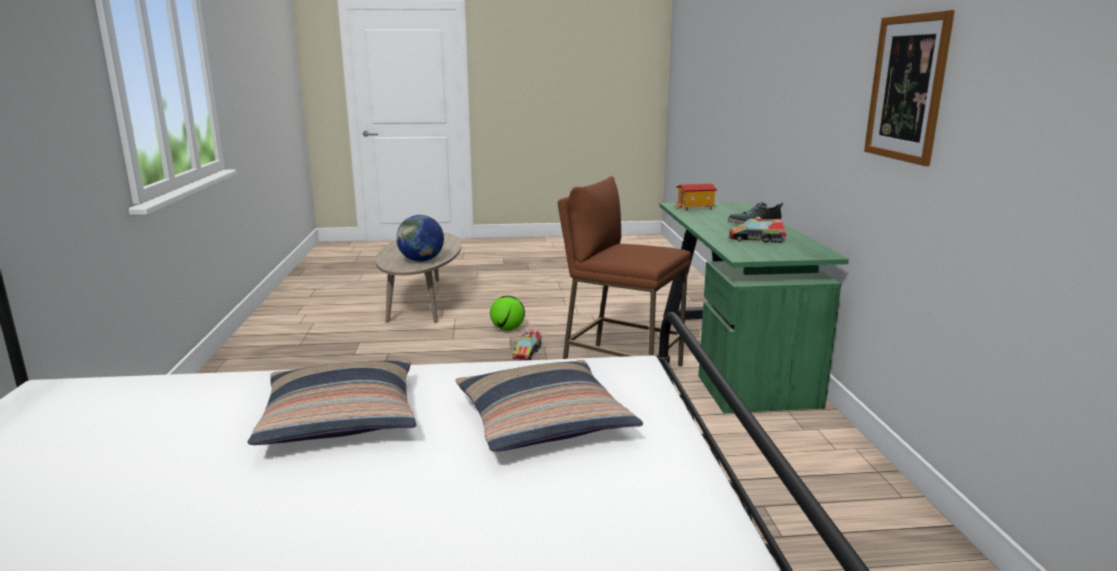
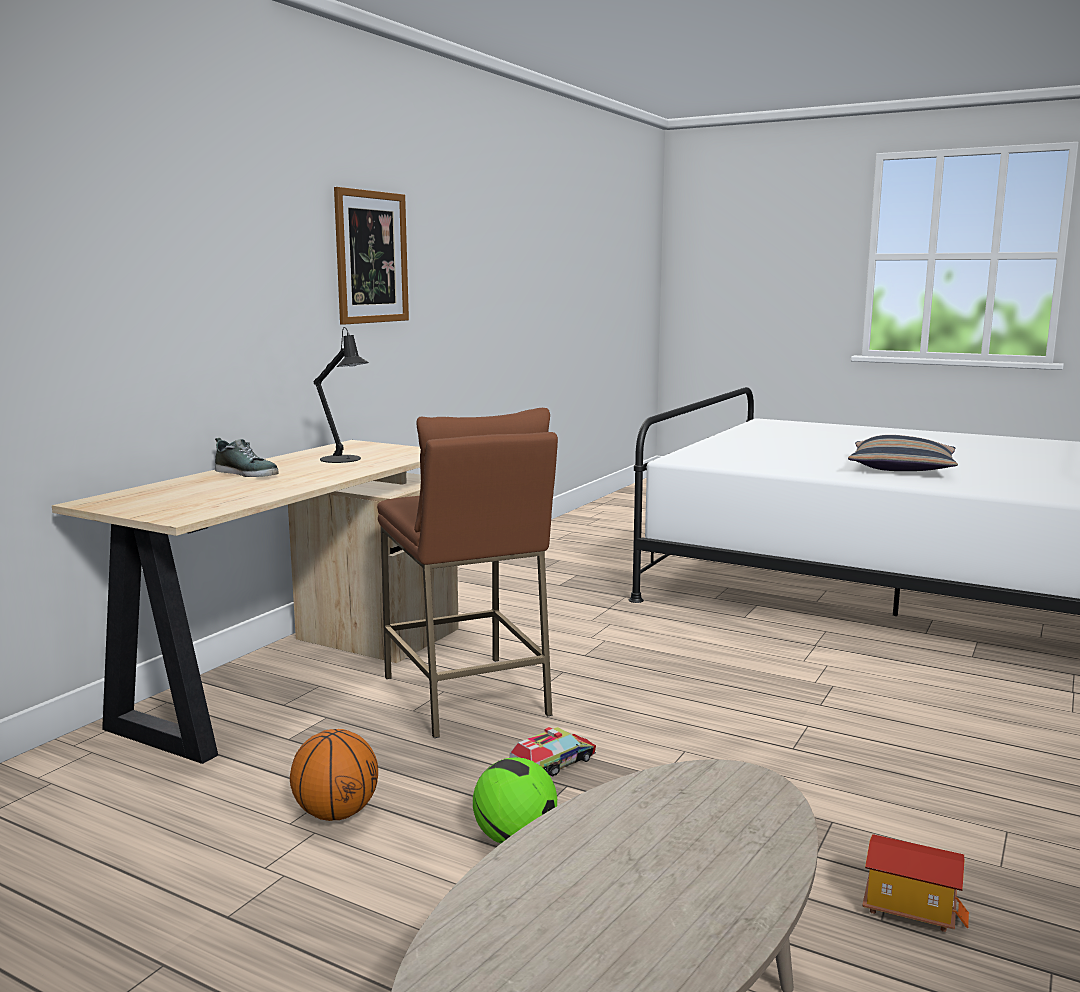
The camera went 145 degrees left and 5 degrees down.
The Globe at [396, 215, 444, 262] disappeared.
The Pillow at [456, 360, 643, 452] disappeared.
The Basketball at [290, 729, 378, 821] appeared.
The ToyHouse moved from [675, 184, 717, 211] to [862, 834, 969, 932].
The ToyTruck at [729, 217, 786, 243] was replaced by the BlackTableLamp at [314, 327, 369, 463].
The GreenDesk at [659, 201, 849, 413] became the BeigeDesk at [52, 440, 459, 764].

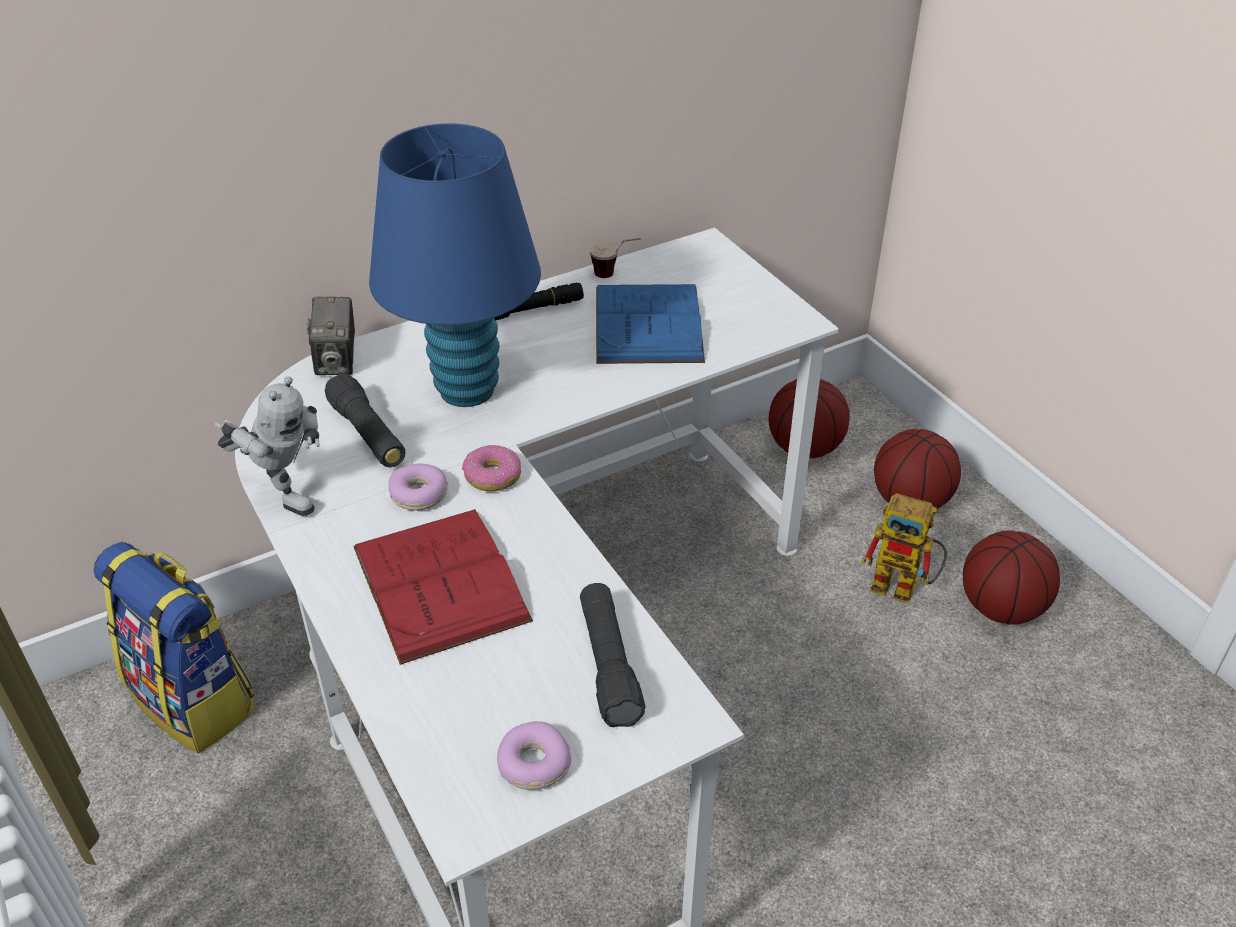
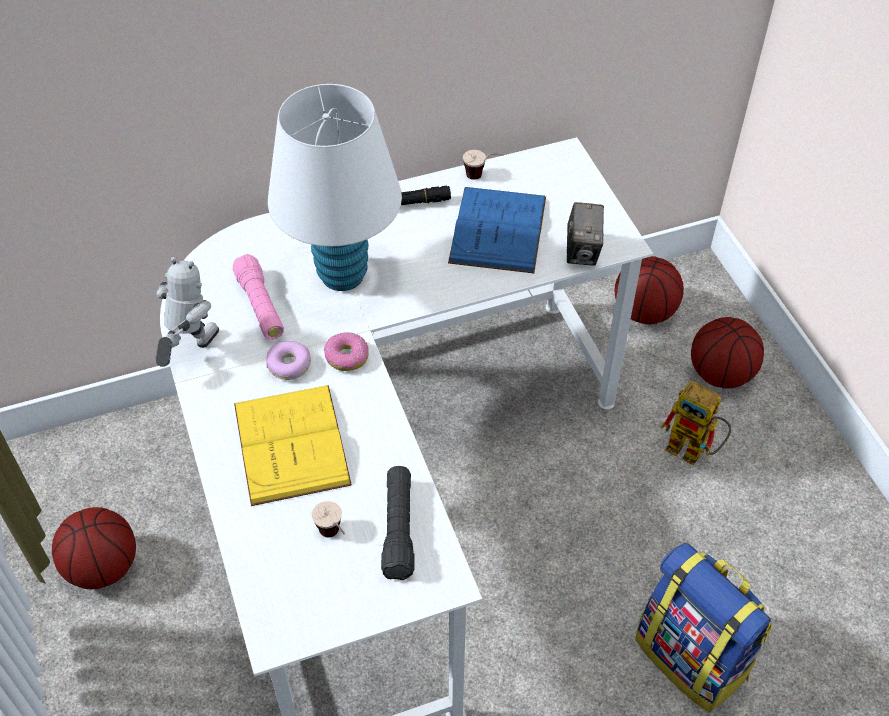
The camera went 10 degrees right and 10 degrees up.
The Donut at [497, 721, 571, 790] disappeared.
The Cup at [312, 501, 345, 537] appeared.
The Backpack moved from [94, 542, 254, 753] to [635, 543, 772, 712].
The PhotoCamera moved from [307, 297, 355, 375] to [567, 202, 604, 266].
The Basketball moved from [963, 530, 1060, 624] to [52, 507, 136, 589].
The BlackFlashlight at [325, 373, 405, 467] became the PinkFlashlight at [233, 254, 284, 340].
The RedBook at [353, 509, 533, 665] became the YellowBook at [234, 385, 352, 506].
The BlueTableLamp at [369, 123, 541, 407] became the WhiteTableLamp at [268, 84, 402, 291].
The ToyRobot at [215, 377, 320, 516] turned 105 degrees counterclockwise.

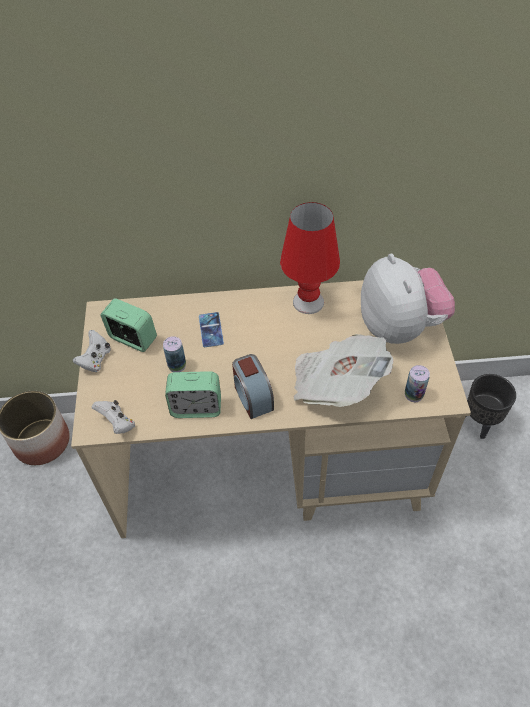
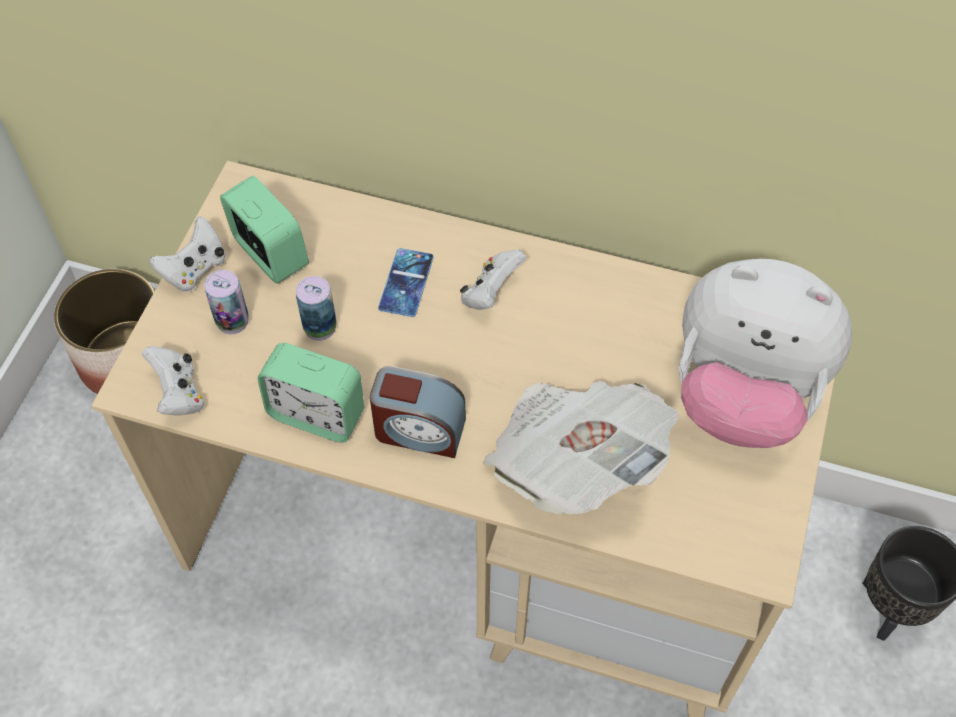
The camera went 20 degrees right and 5 degrees up.
The RedTableLamp at [280, 202, 340, 314] disappeared.
The WhiteGameController at [460, 250, 526, 310] appeared.
The Can moved from [405, 365, 430, 402] to [204, 270, 249, 334].
The AlarmClock at [232, 354, 274, 419] turned 75 degrees counterclockwise.
The PlushToy at [361, 254, 455, 344] turned 105 degrees clockwise.

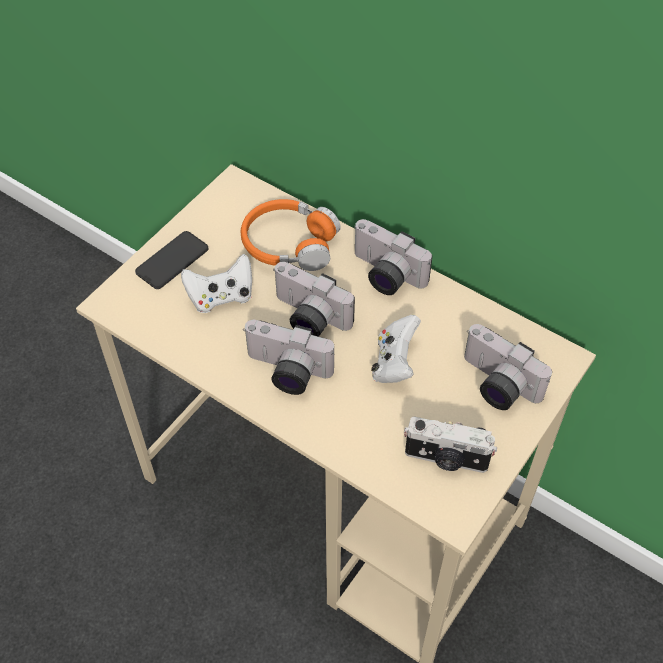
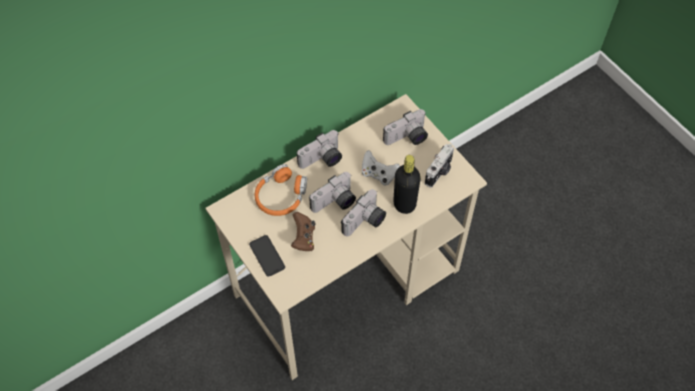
The camera went 70 degrees left and 5 degrees up.
The BlackBottle at [393, 155, 421, 214] appeared.
The WhiteGameController at [181, 254, 252, 313] became the BrownGameController at [291, 212, 315, 251].

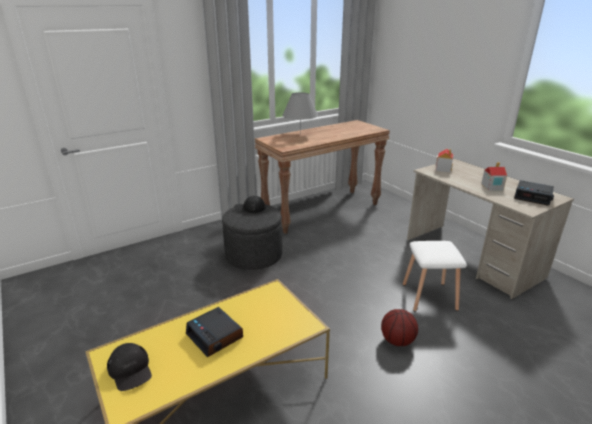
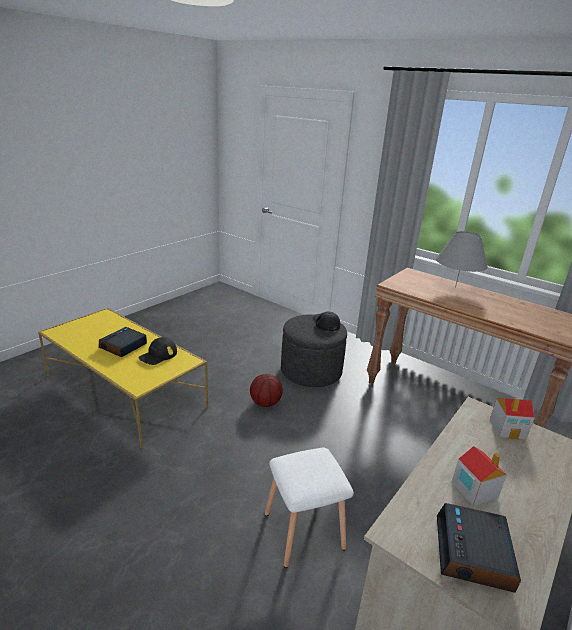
The camera went 70 degrees right and 0 degrees up.
The BlackCap moved from [107, 343, 152, 391] to [138, 337, 177, 365].
The Basketball moved from [381, 309, 418, 346] to [250, 374, 283, 407].

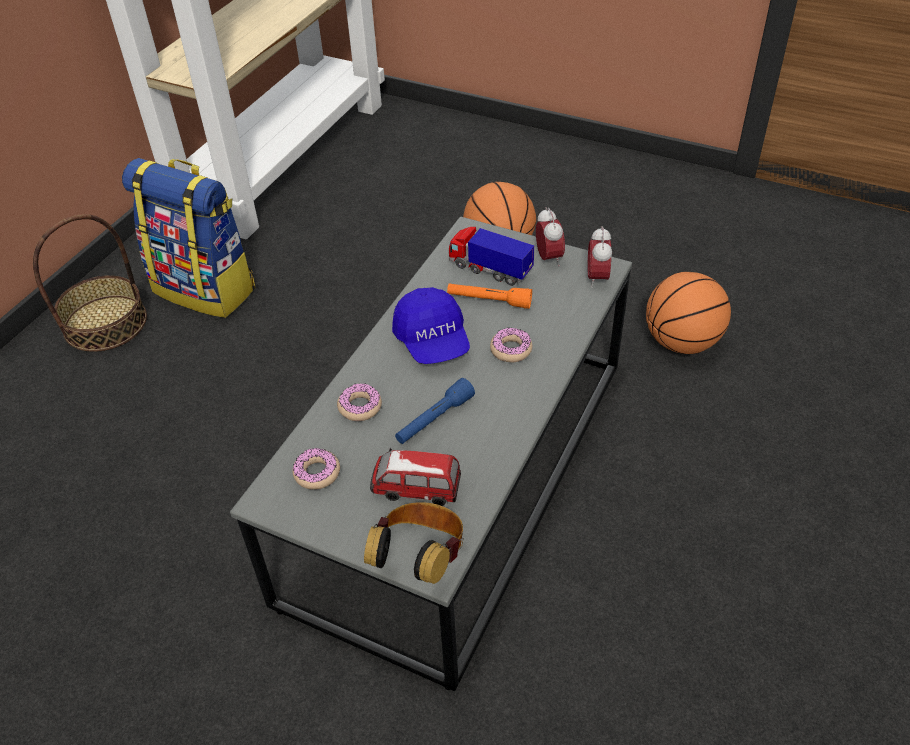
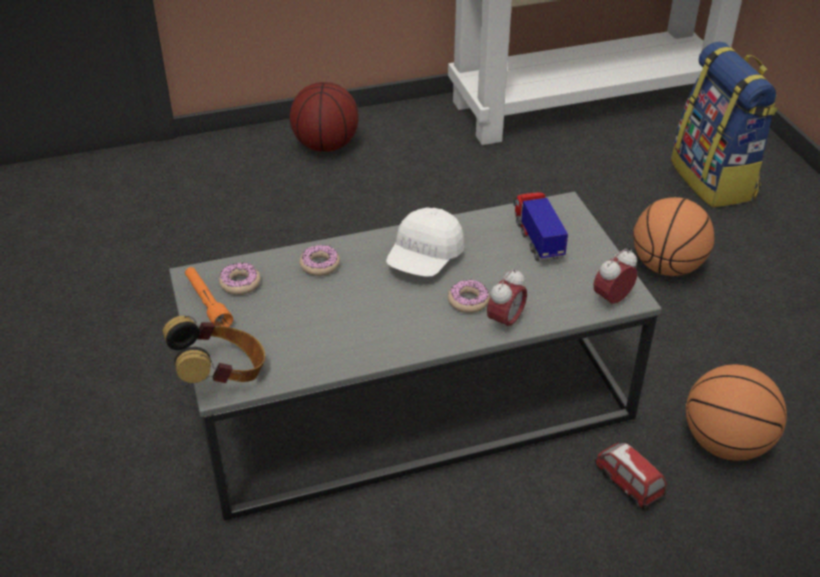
The camera went 45 degrees right and 5 degrees down.
The BlueFlashlight at [395, 378, 475, 444] disappeared.
The Backpack moved from [122, 158, 256, 318] to [671, 42, 778, 208].
The ToyCar moved from [370, 448, 461, 506] to [595, 442, 667, 509].
The OrangeFlashlight moved from [447, 283, 532, 309] to [185, 267, 233, 327].
The AlarmClock moved from [536, 207, 565, 266] to [487, 268, 527, 334].
The Basket at [33, 214, 147, 352] was replaced by the Basketball at [290, 82, 359, 152].
The BlueCap at [392, 287, 470, 364] became the WhiteCap at [386, 207, 465, 277].

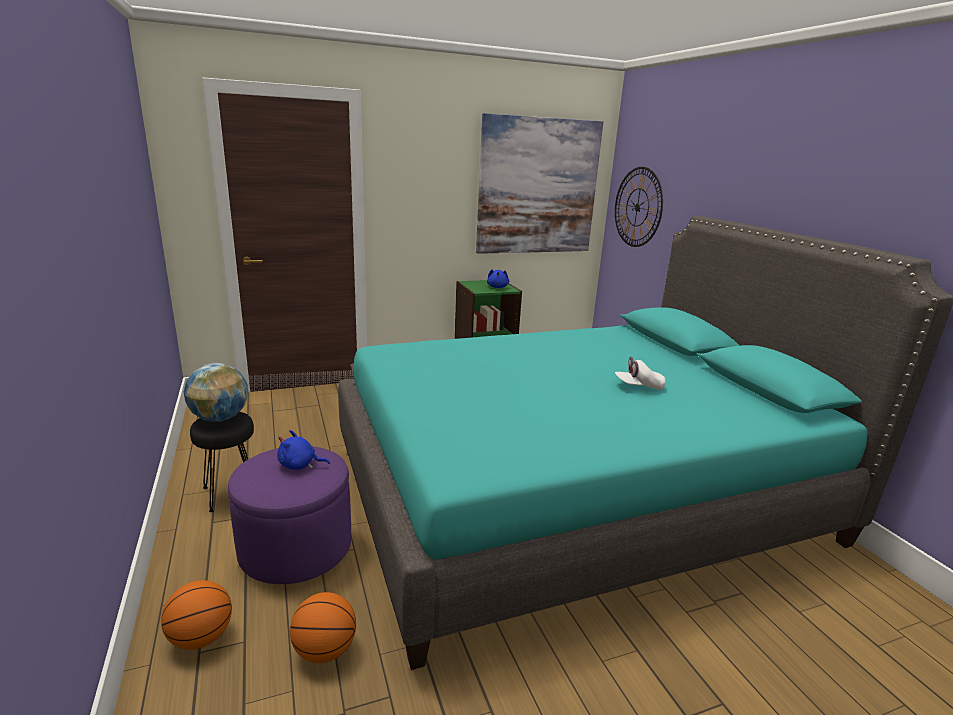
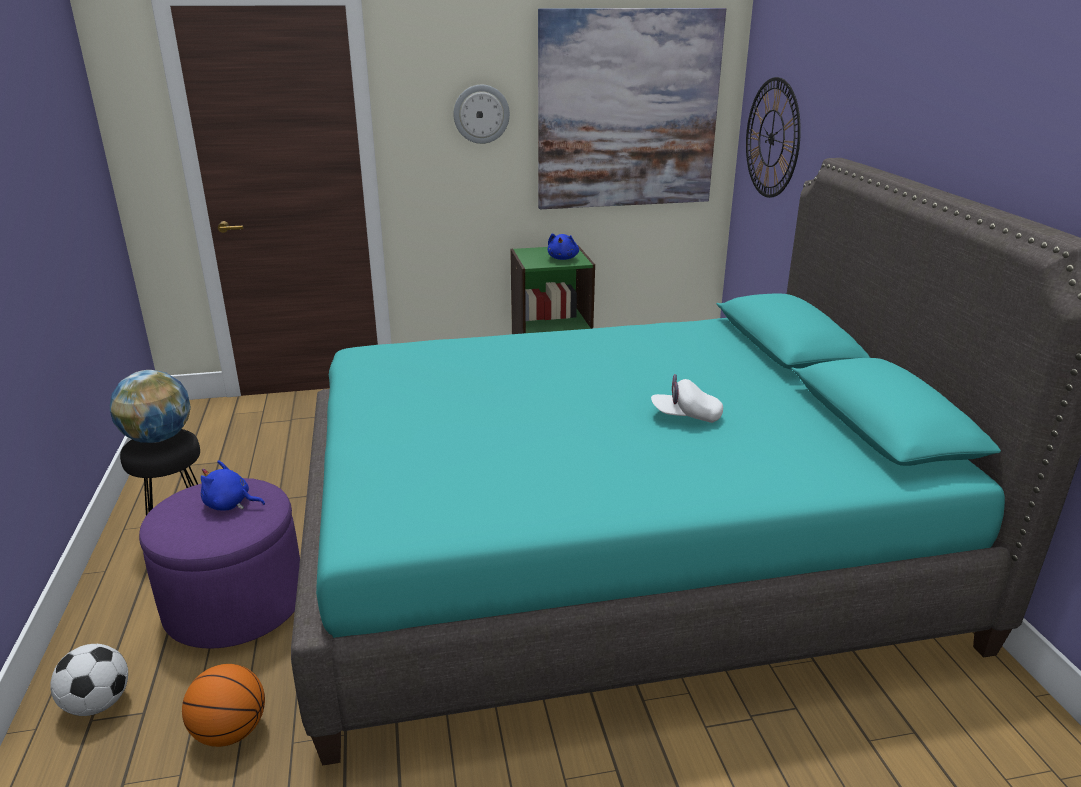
The camera went 10 degrees right and 5 degrees up.
The WallClock at [453, 85, 510, 144] appeared.
The Basketball at [161, 580, 232, 650] was replaced by the Football at [50, 644, 128, 716].

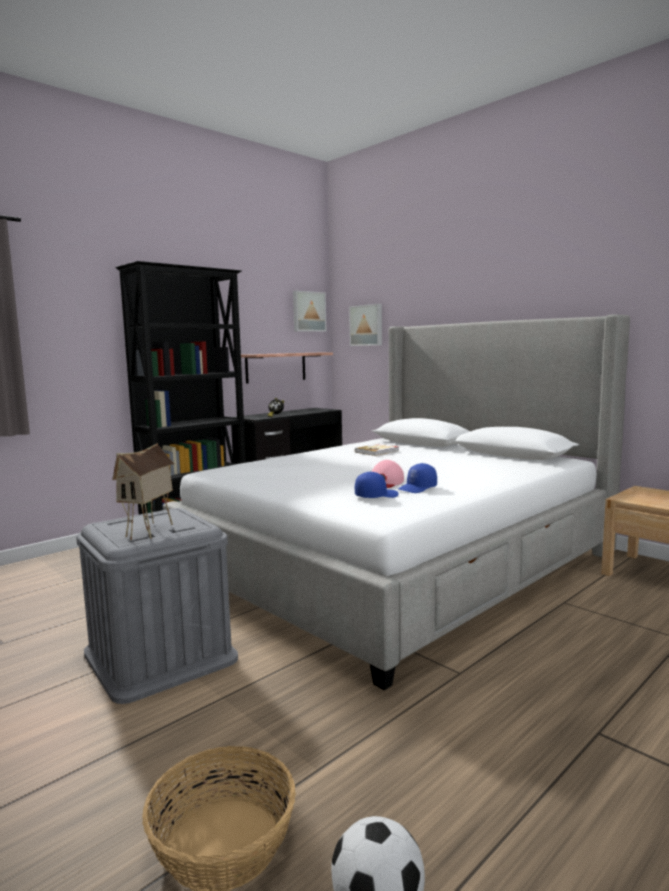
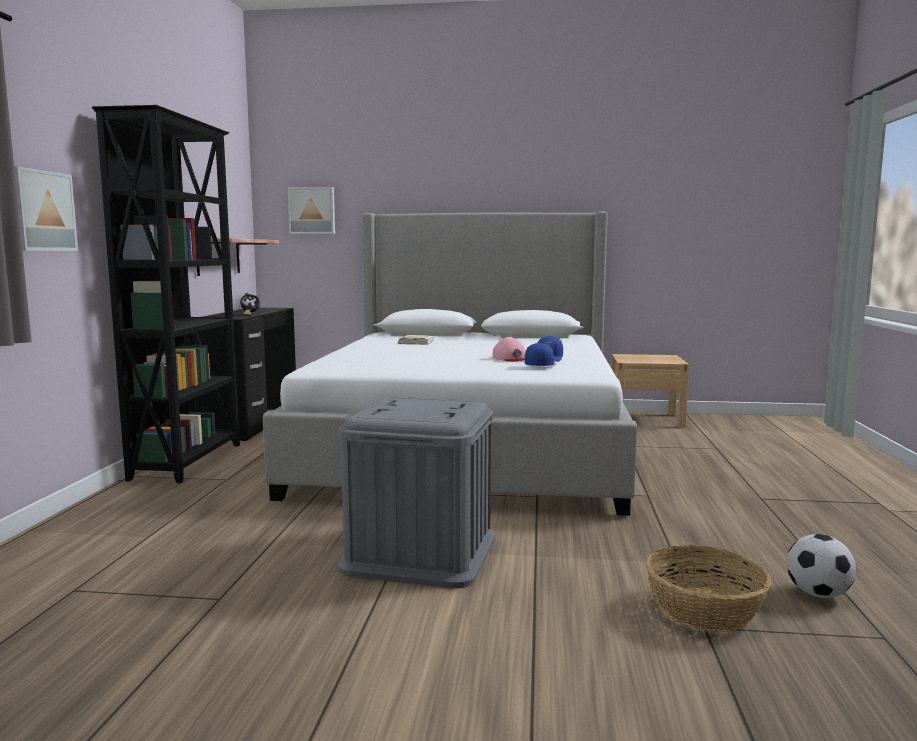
The camera went 40 degrees left and 0 degrees up.
The ToyHouse at [112, 443, 174, 540] disappeared.
The Picture moved from [293, 291, 327, 332] to [14, 166, 78, 251].

